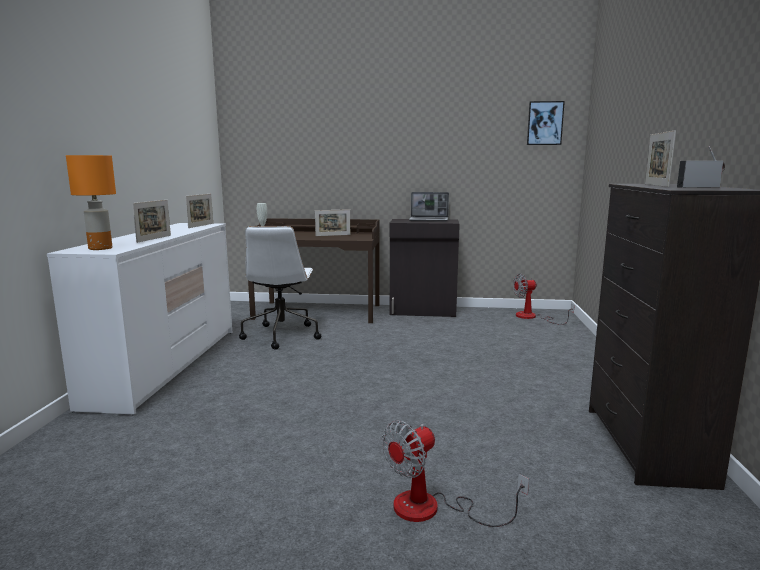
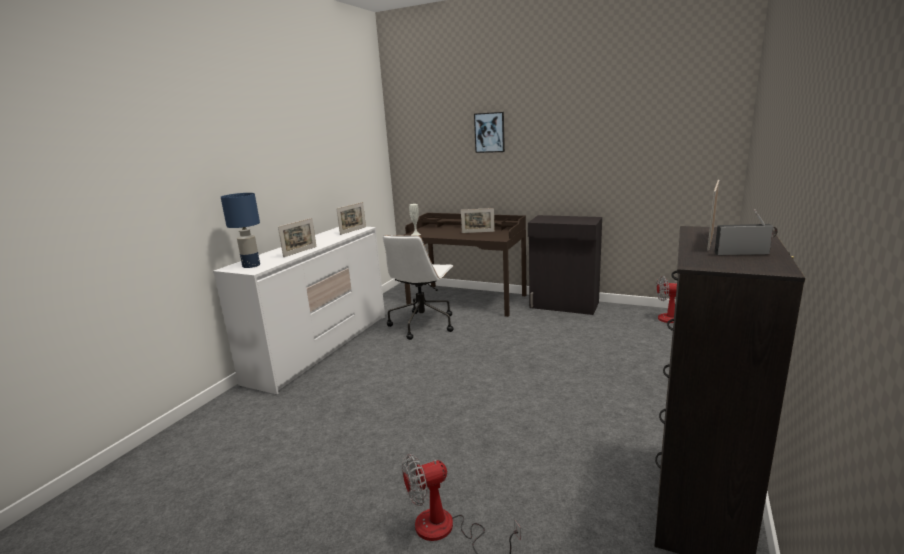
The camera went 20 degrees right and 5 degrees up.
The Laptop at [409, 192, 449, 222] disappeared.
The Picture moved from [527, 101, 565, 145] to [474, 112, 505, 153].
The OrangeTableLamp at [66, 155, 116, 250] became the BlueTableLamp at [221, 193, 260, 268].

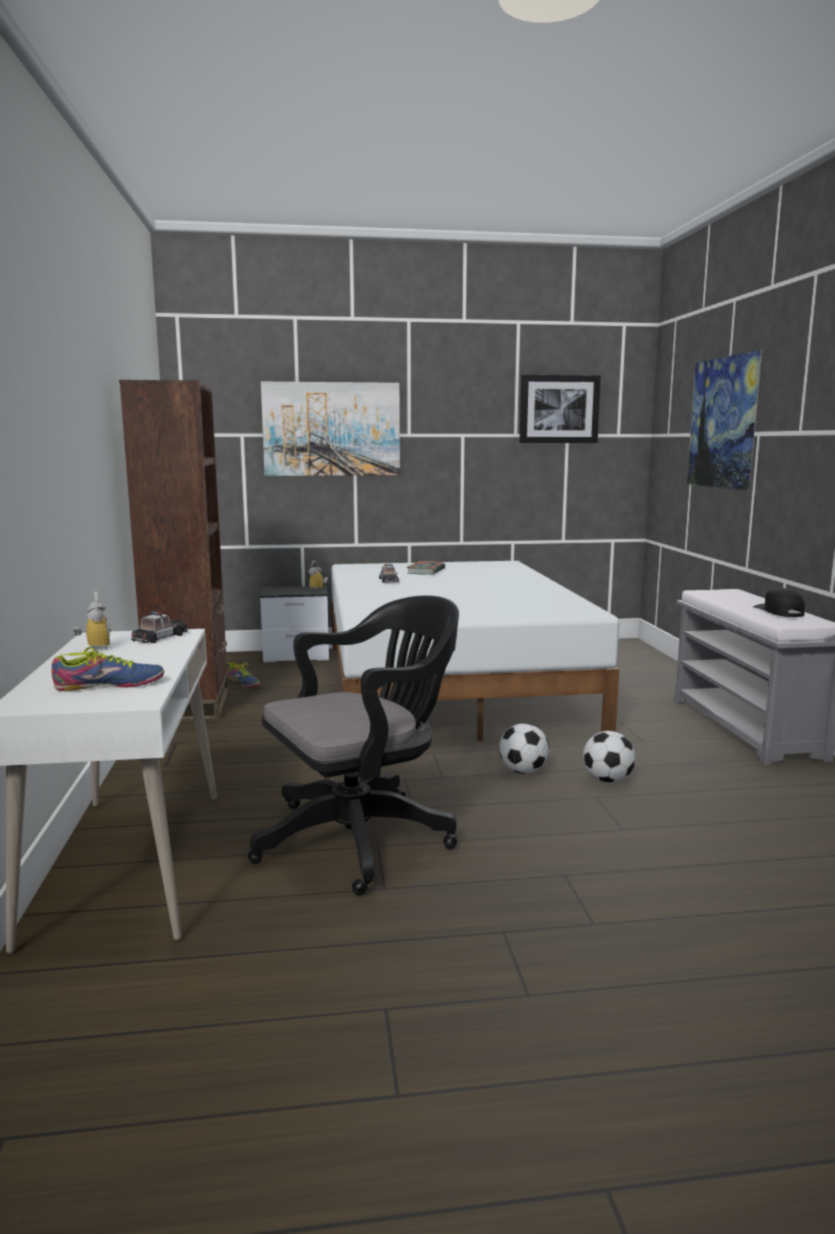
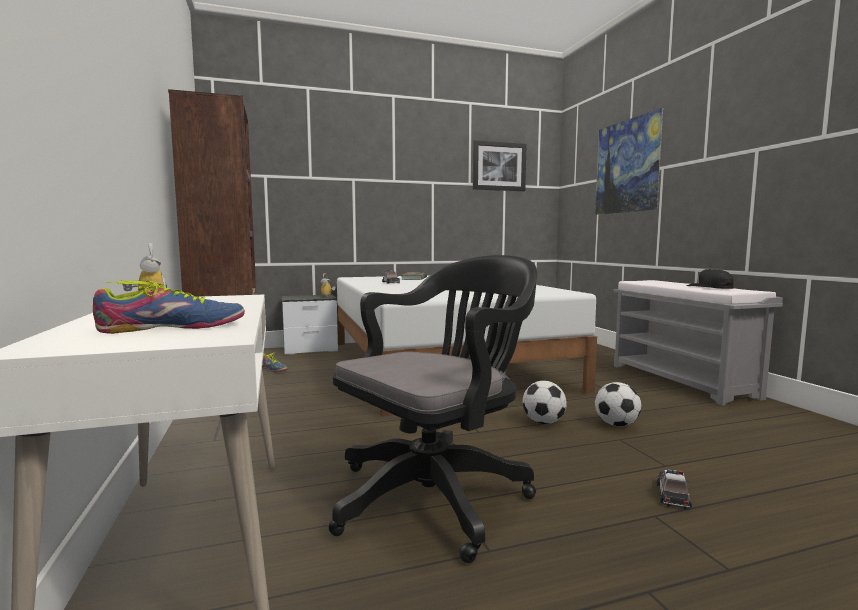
The camera went 10 degrees left and 5 degrees down.
The Picture at [261, 382, 400, 476] disappeared.
The ToyCar moved from [131, 611, 188, 643] to [657, 469, 692, 509].

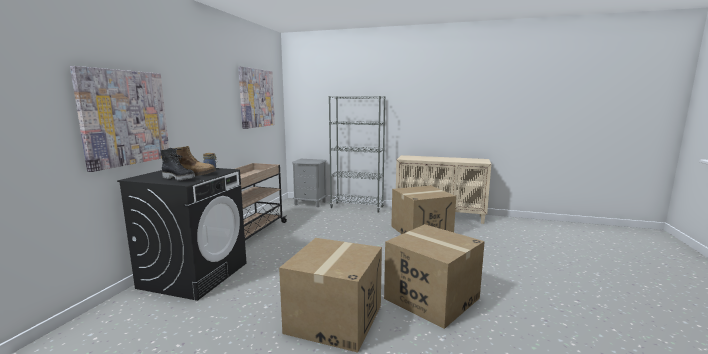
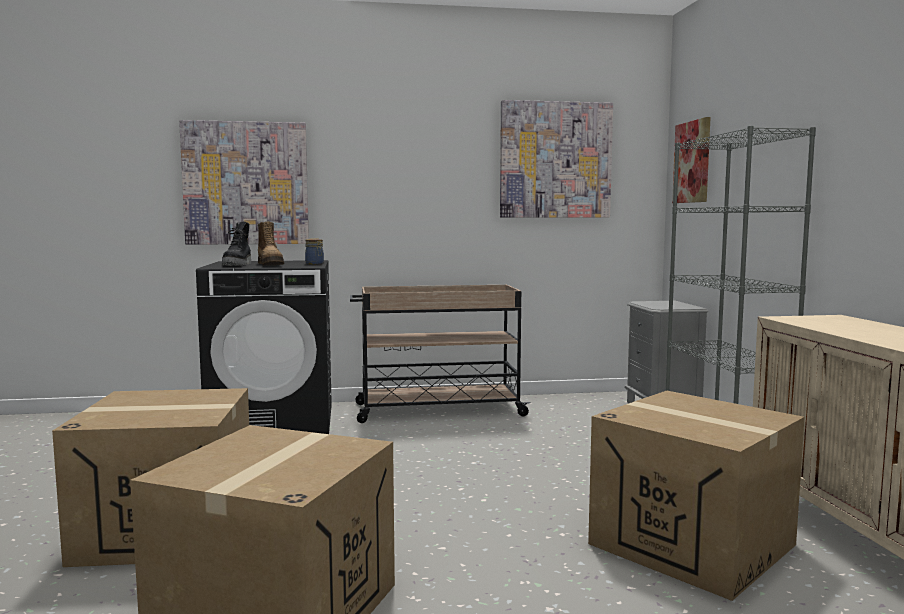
The camera went 65 degrees right and 5 degrees down.
The Picture at [672, 117, 711, 203] appeared.

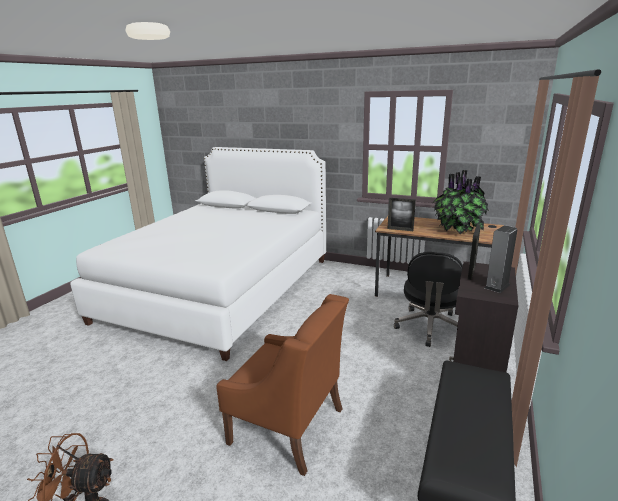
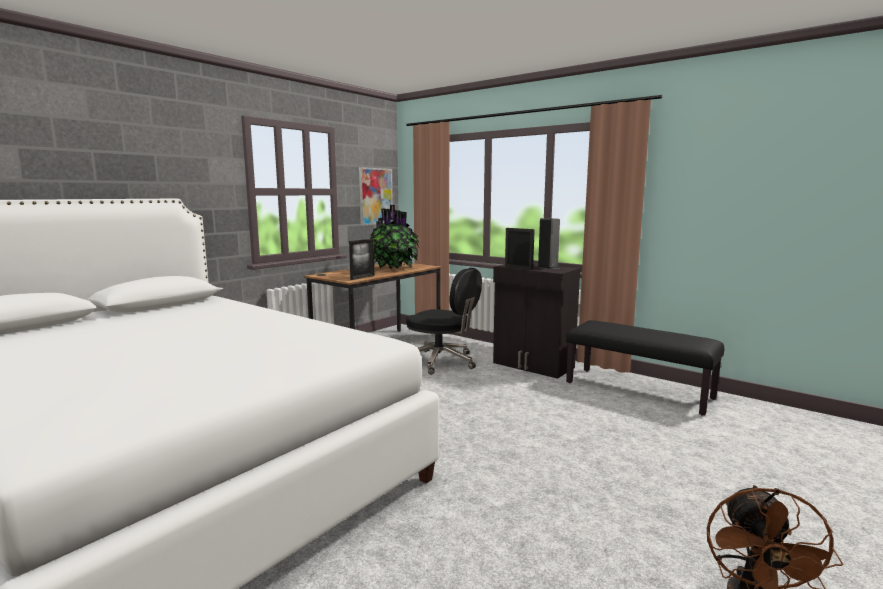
The camera went 75 degrees left and 10 degrees down.
The BrownArmchair at [216, 294, 349, 476] disappeared.
The Picture at [359, 167, 393, 226] appeared.

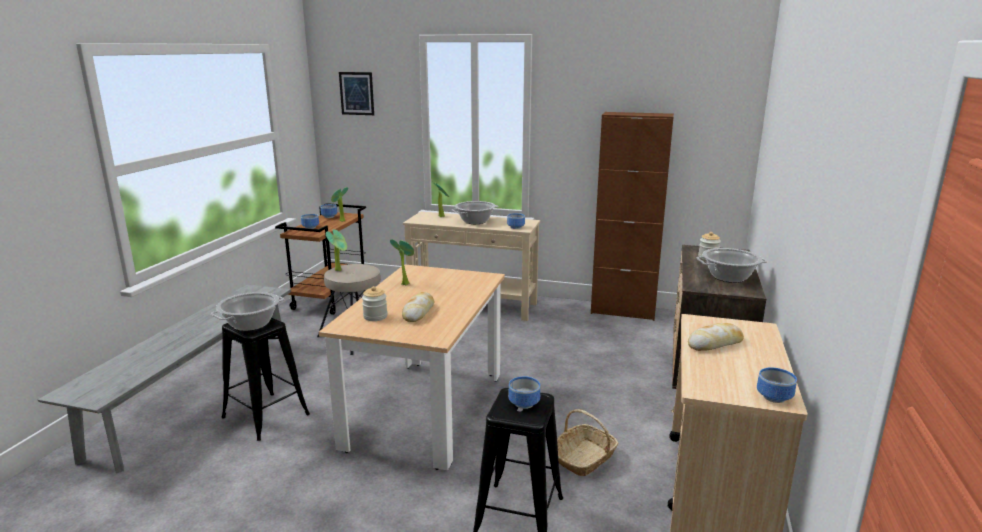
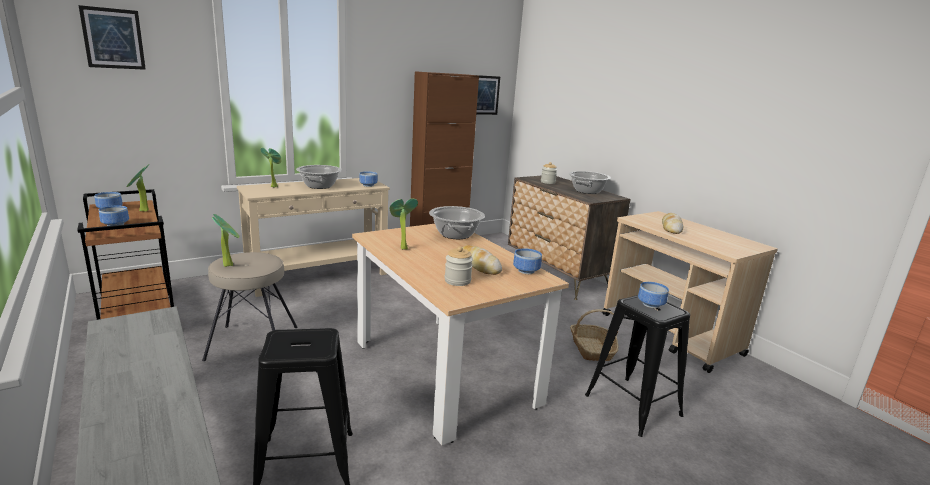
The camera went 50 degrees left and 0 degrees up.
The Picture at [476, 75, 500, 115] appeared.
The CookingPot moved from [211, 292, 284, 331] to [429, 206, 485, 239].
The Bowl moved from [757, 367, 797, 403] to [513, 248, 542, 274].

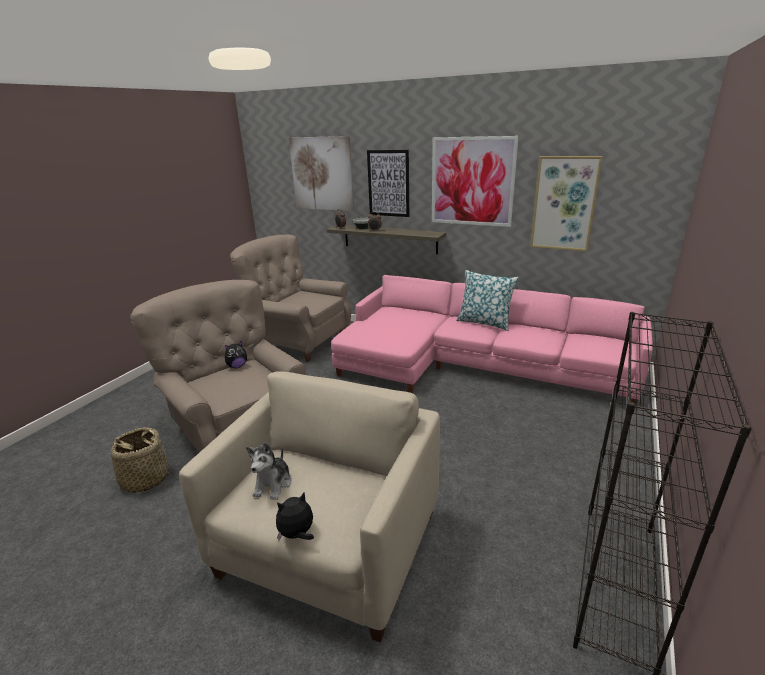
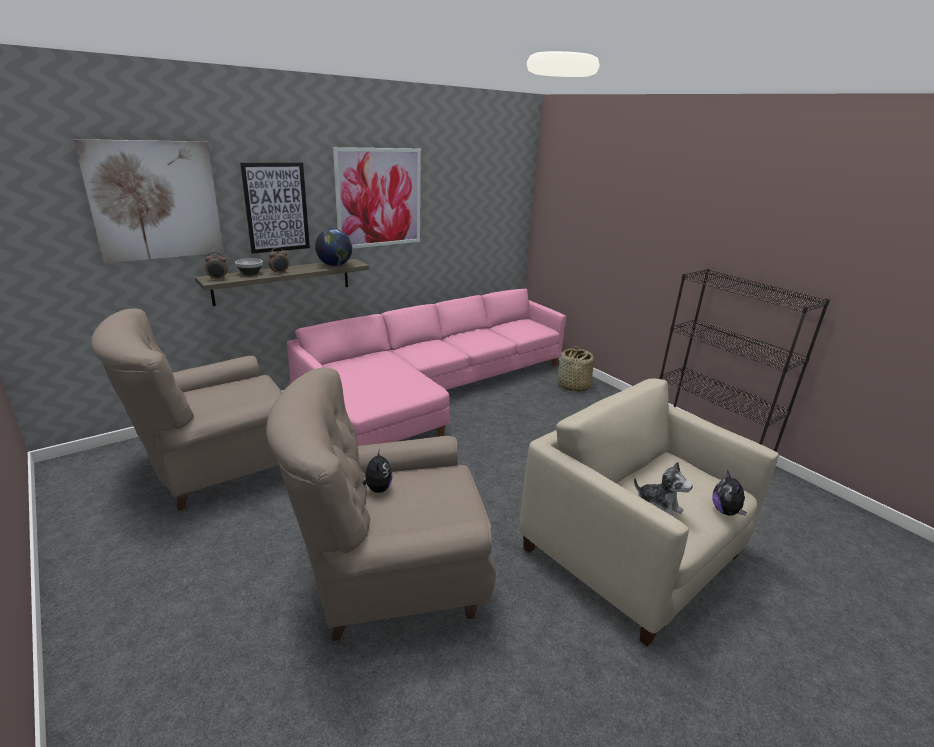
The camera went 65 degrees left and 0 degrees up.
The Pillow at [456, 270, 519, 331] disappeared.
The Picture at [530, 156, 603, 251] disappeared.
The Globe at [315, 229, 352, 266] appeared.
The Basket moved from [104, 427, 174, 493] to [558, 346, 594, 392].

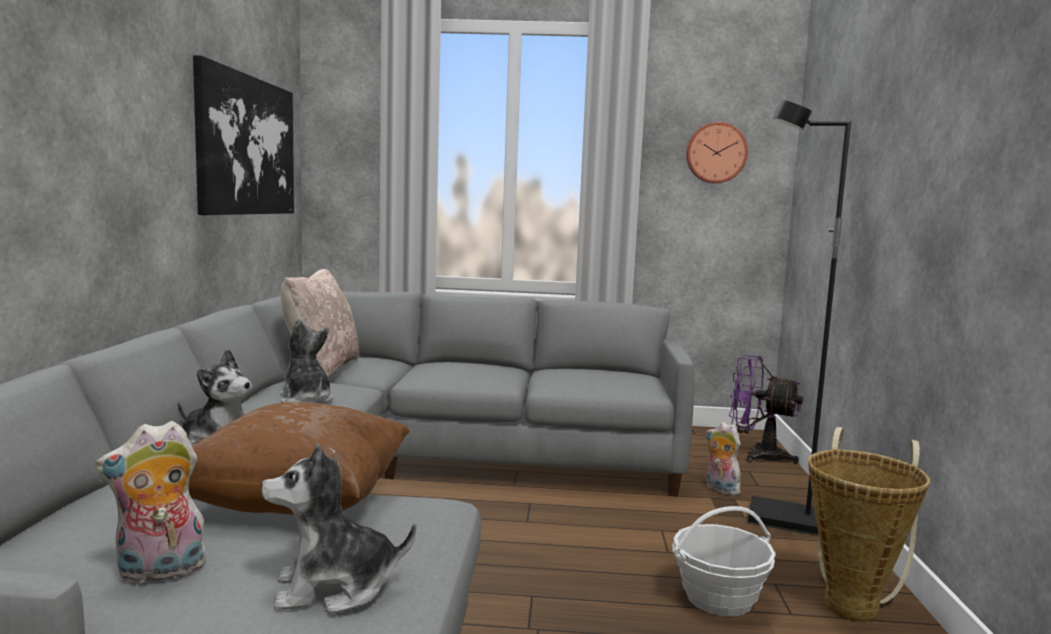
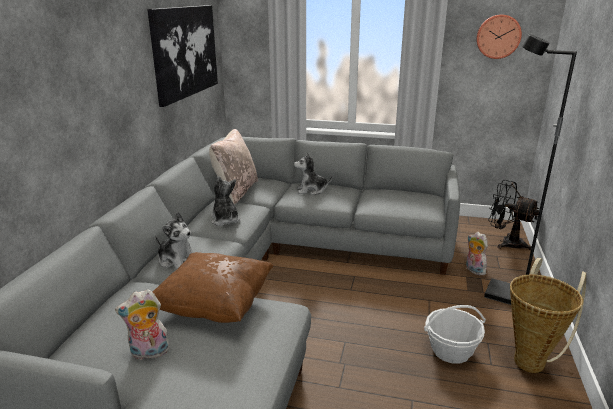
The camera went 10 degrees right and 15 degrees up.
The PlushToy moved from [261, 443, 416, 614] to [294, 153, 333, 195].
The PurpleFan at [729, 355, 803, 464] became the BlackFan at [488, 180, 539, 251].

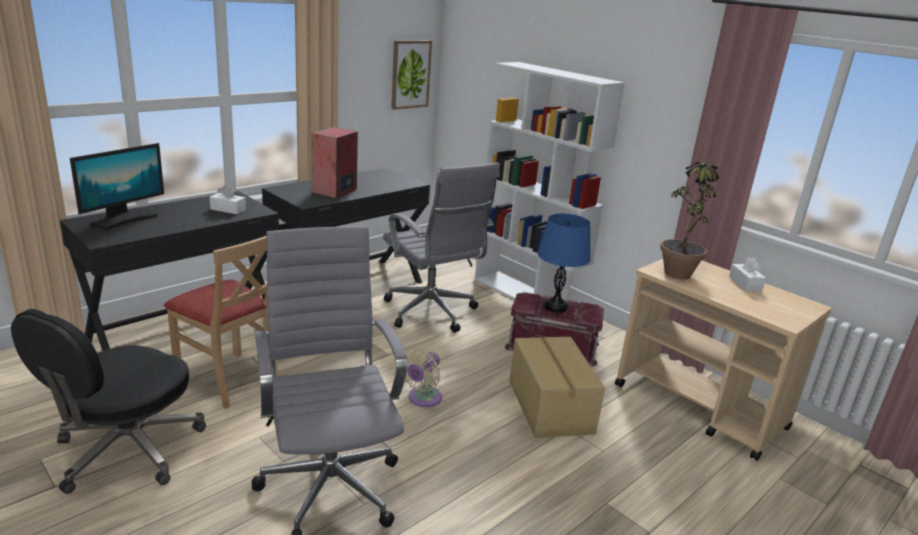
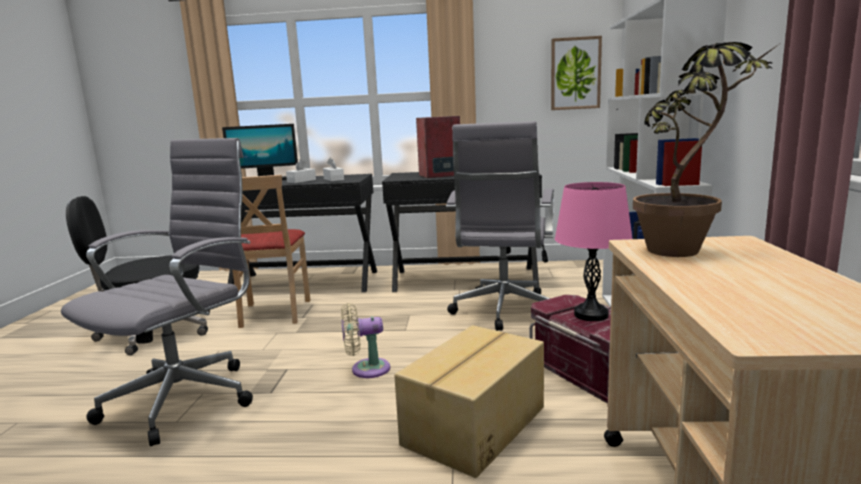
The camera went 50 degrees right and 10 degrees down.
The WhiteTissueBox moved from [729, 257, 766, 291] to [286, 159, 316, 183].
The BlueTableLamp at [537, 213, 590, 313] became the PinkTableLamp at [555, 182, 632, 321].

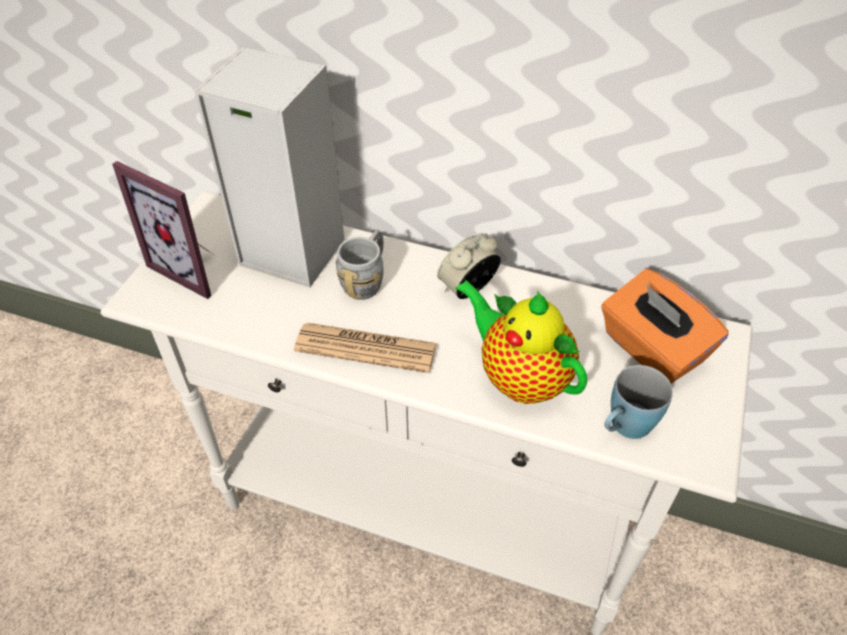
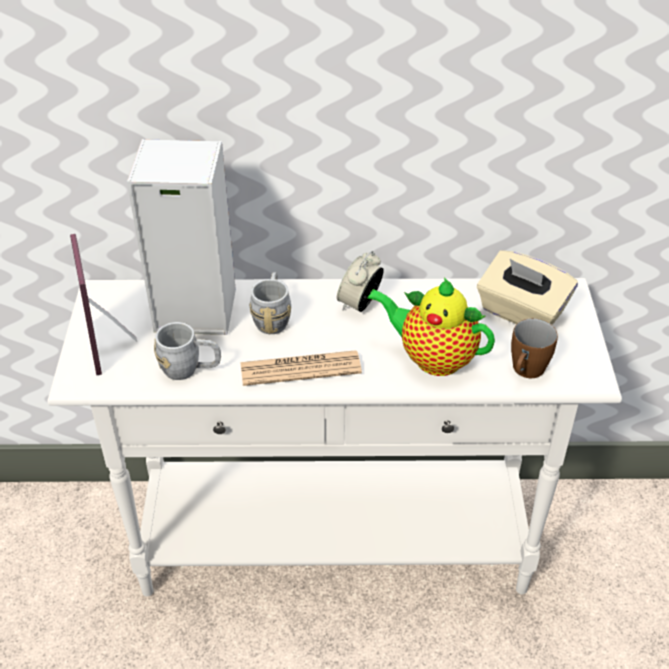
The camera went 20 degrees left and 5 degrees down.
The GreyMug at [154, 322, 221, 380] appeared.
The OrangeTissueBox at [601, 269, 729, 384] became the BeigeTissueBox at [477, 250, 578, 325].
The BlueMug at [604, 365, 673, 439] became the BrownMug at [511, 318, 558, 378].
The PictureFrame at [112, 161, 213, 299] turned 60 degrees clockwise.

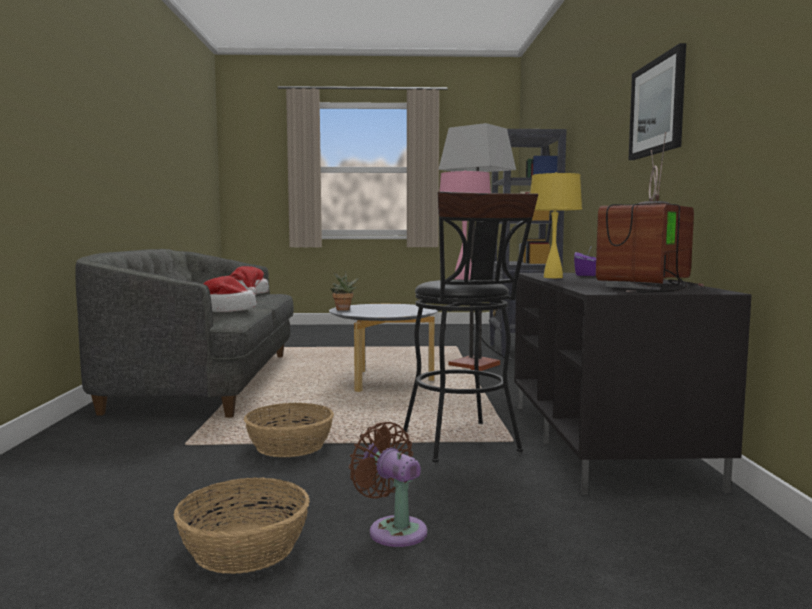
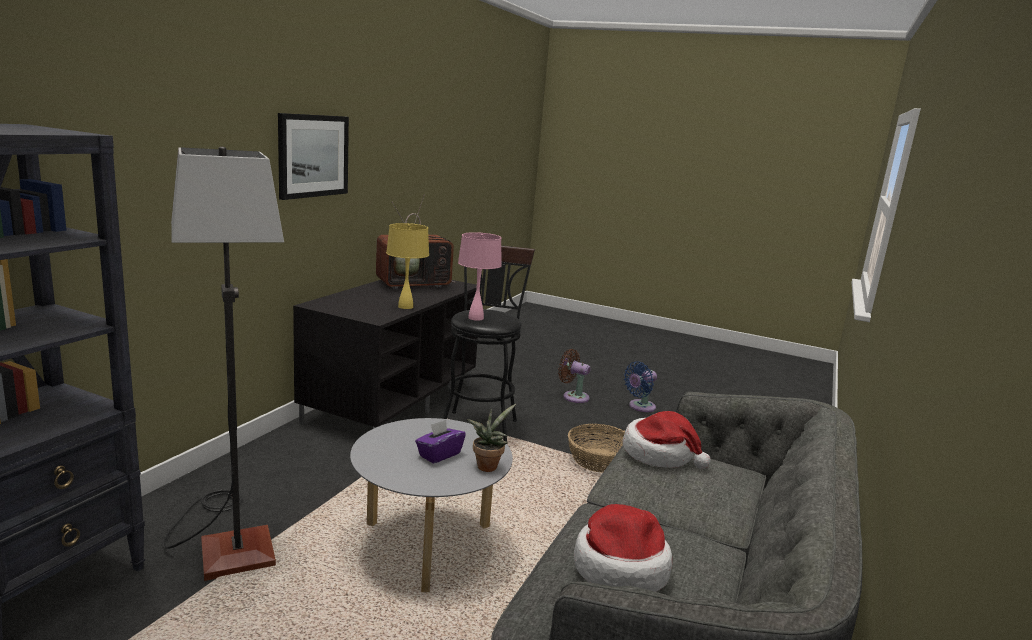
The camera went 155 degrees left and 10 degrees up.
The PurpleTissueBox moved from [574, 246, 596, 276] to [415, 420, 466, 464].
The Basket at [174, 478, 310, 574] was replaced by the BlueFan at [624, 361, 657, 412].
The BrownFan at [349, 422, 427, 547] turned 135 degrees clockwise.

